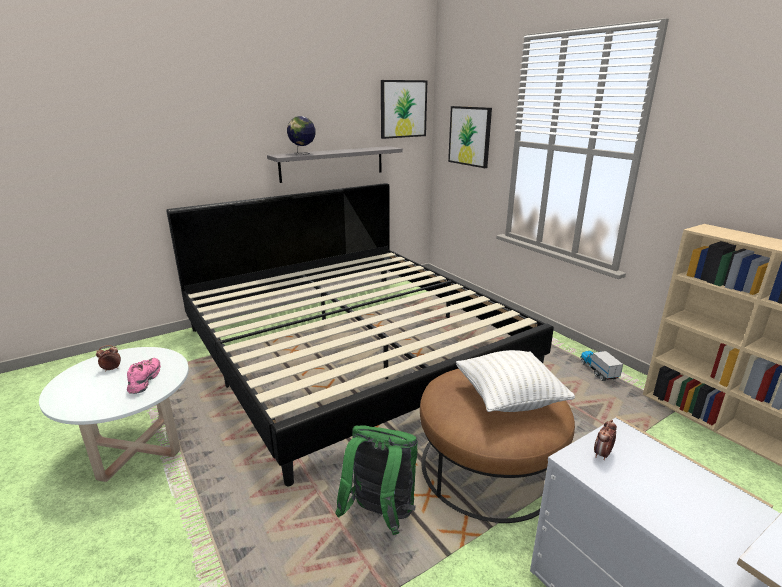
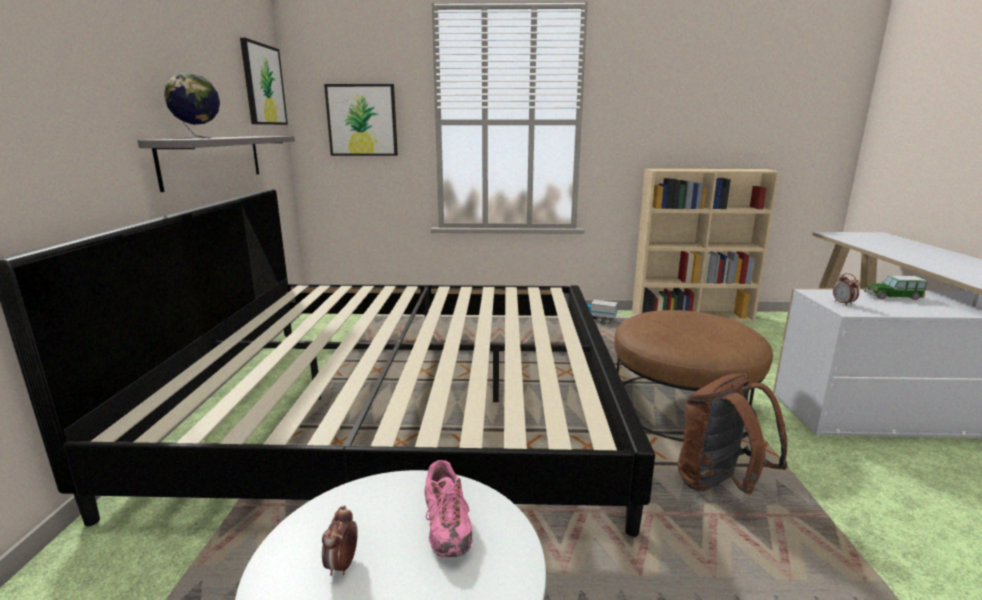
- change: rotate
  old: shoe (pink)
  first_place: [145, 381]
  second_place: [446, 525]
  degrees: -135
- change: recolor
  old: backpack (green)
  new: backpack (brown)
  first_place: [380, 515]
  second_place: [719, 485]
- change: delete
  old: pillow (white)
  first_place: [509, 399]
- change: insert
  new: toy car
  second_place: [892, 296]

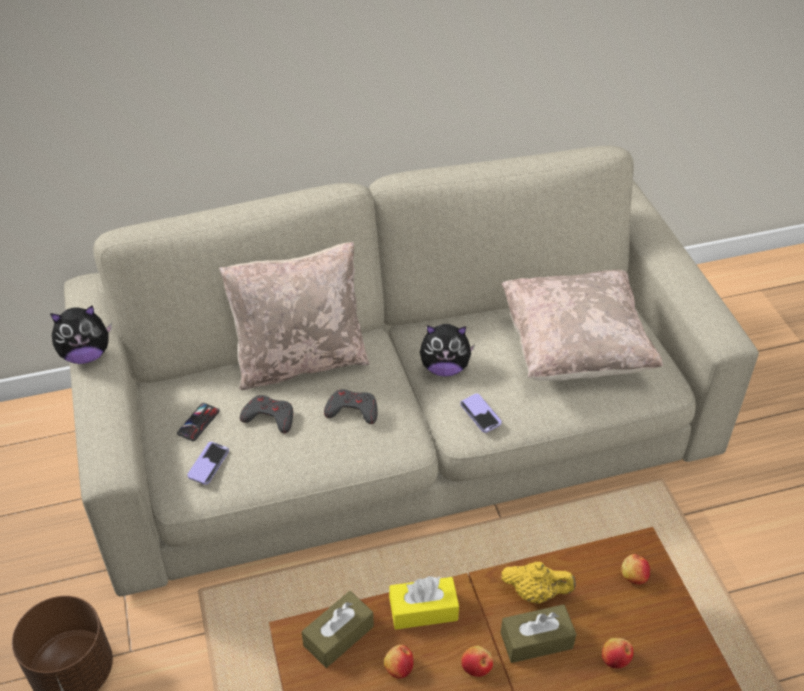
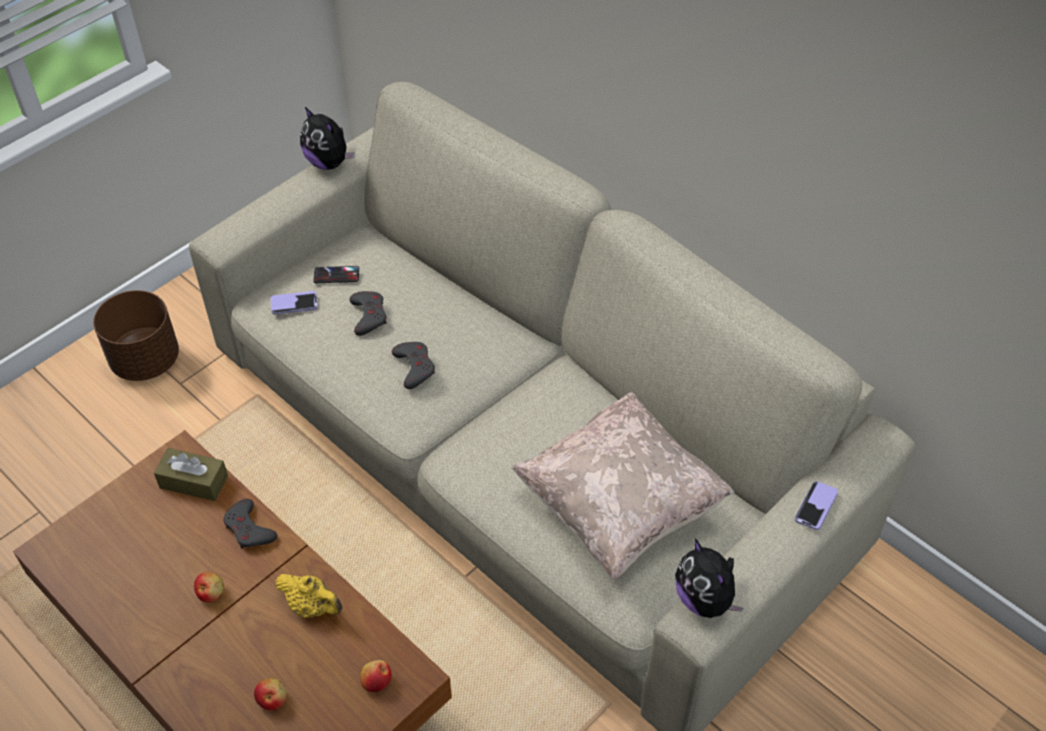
- change: delete
  old: pillow (beige)
  first_place: [300, 360]
- change: delete
  old: apple
  first_place: [398, 667]
- change: replace
  old: tissue box (yellow)
  new: game controller (grey)
  first_place: [423, 610]
  second_place: [249, 529]
- change: move
  old: plush toy
  first_place: [444, 368]
  second_place: [705, 599]
- change: move
  old: phone
  first_place: [480, 414]
  second_place: [816, 506]
- change: rotate
  old: teapot (yellow)
  first_place: [535, 593]
  second_place: [312, 606]
  degrees: -45
- change: delete
  old: tissue box (brown)
  first_place: [536, 640]

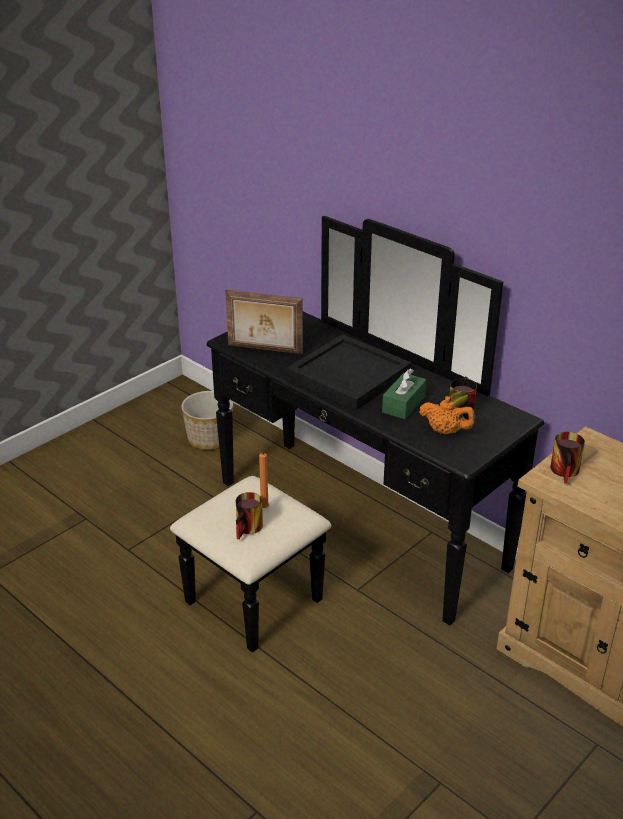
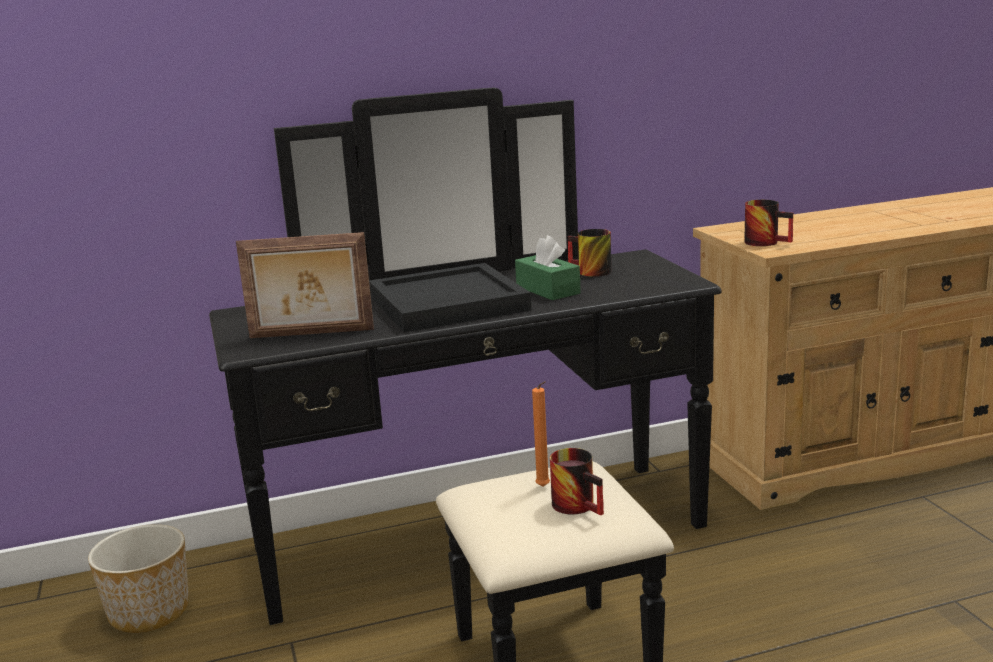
- change: rotate
  old: picture frame
  first_place: [264, 350]
  second_place: [311, 334]
  degrees: 45
- change: delete
  old: teapot (orange)
  first_place: [446, 431]

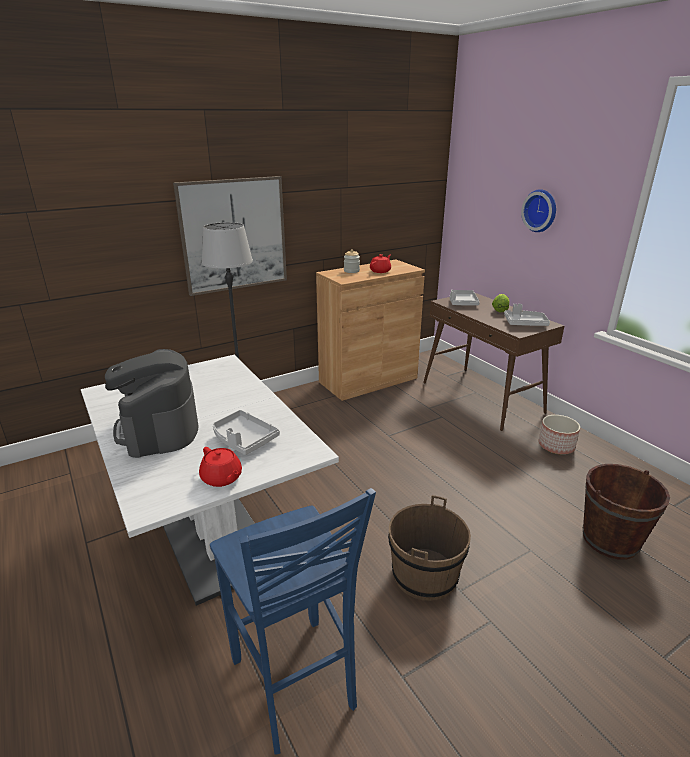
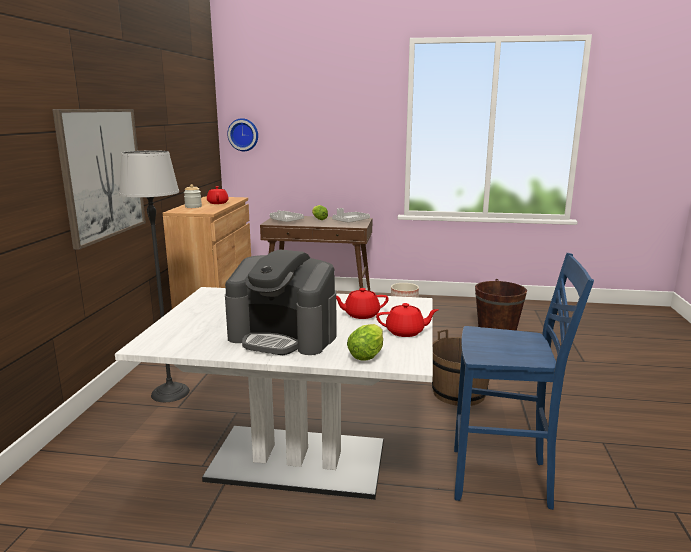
- change: replace
  old: tray (grey)
  new: teapot (red)
  first_place: [243, 439]
  second_place: [361, 315]
- change: move
  old: wall clock
  first_place: [541, 210]
  second_place: [243, 134]
- change: insert
  new: lettuce
  second_place: [368, 354]

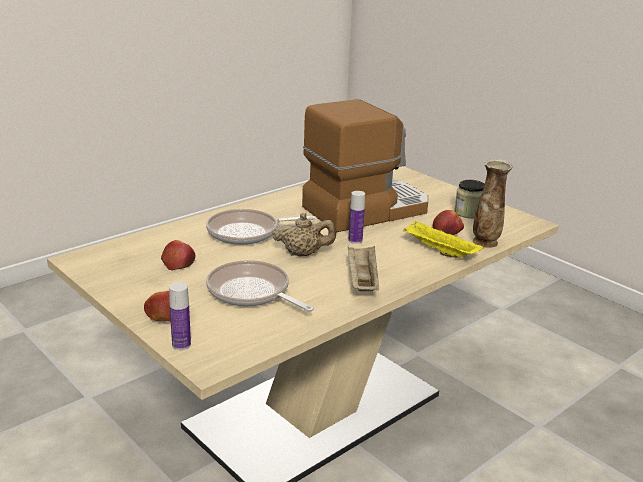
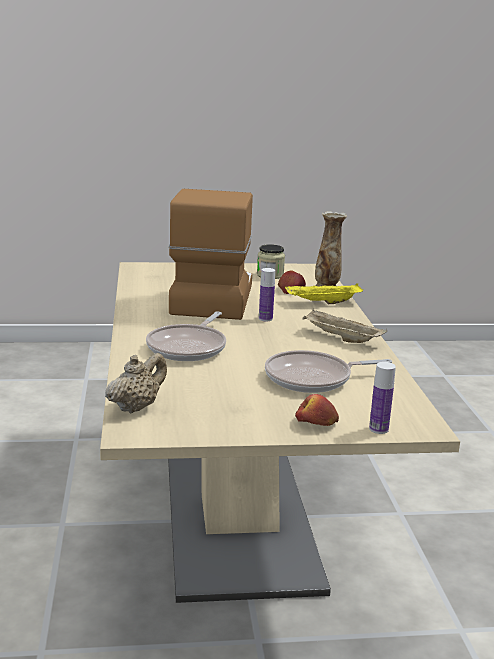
- change: delete
  old: apple
  first_place: [178, 262]
- change: move
  old: teapot (beige)
  first_place: [303, 254]
  second_place: [136, 407]

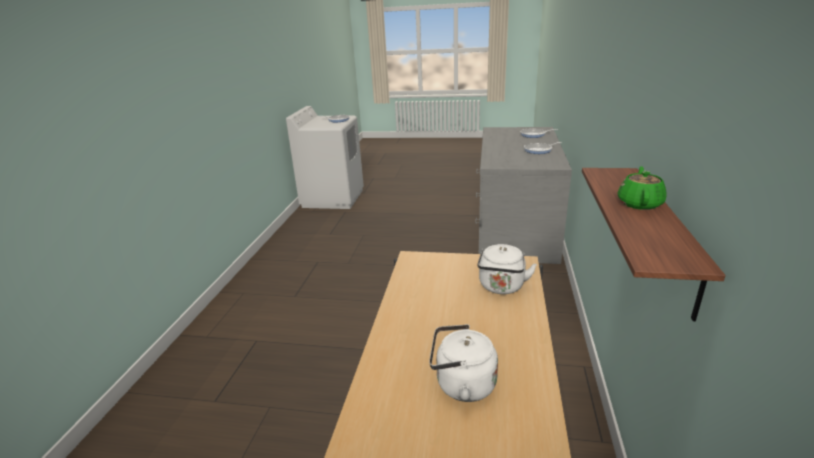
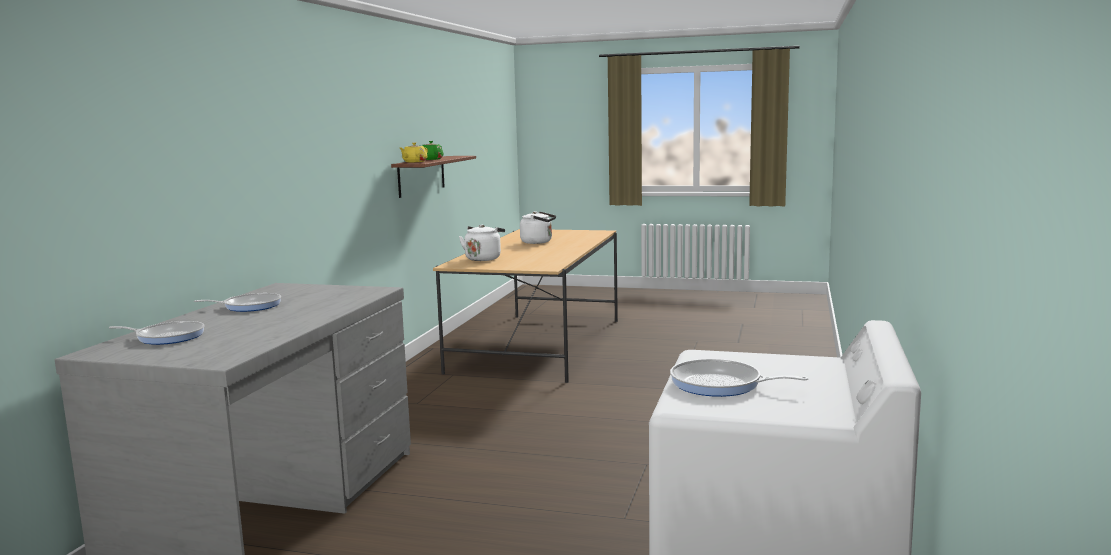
- change: insert
  new: teapot (yellow)
  second_place: [414, 162]

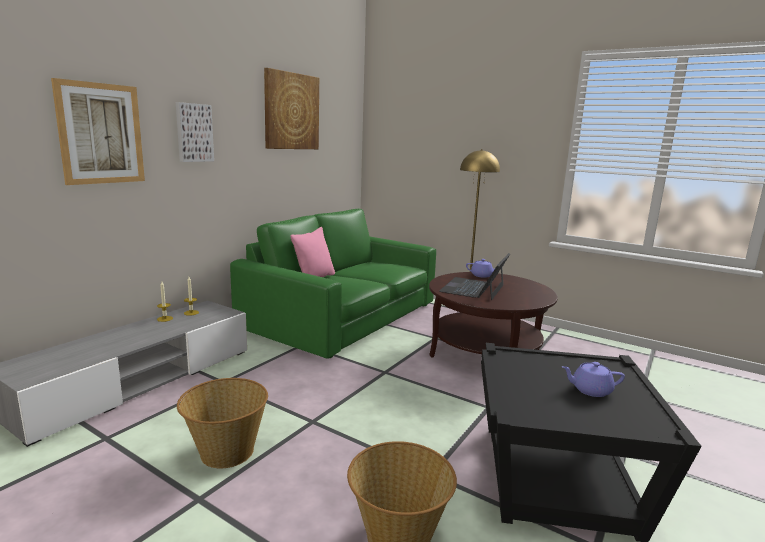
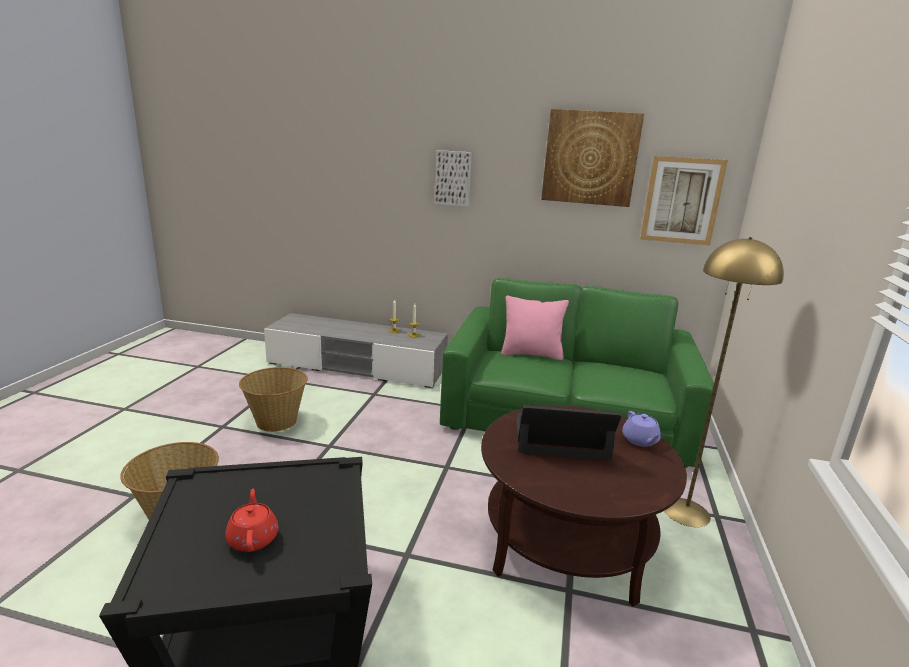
- change: move
  old: picture
  first_place: [101, 134]
  second_place: [681, 201]
- change: recolor
  old: teapot (purple)
  new: teapot (red)
  first_place: [590, 390]
  second_place: [253, 538]

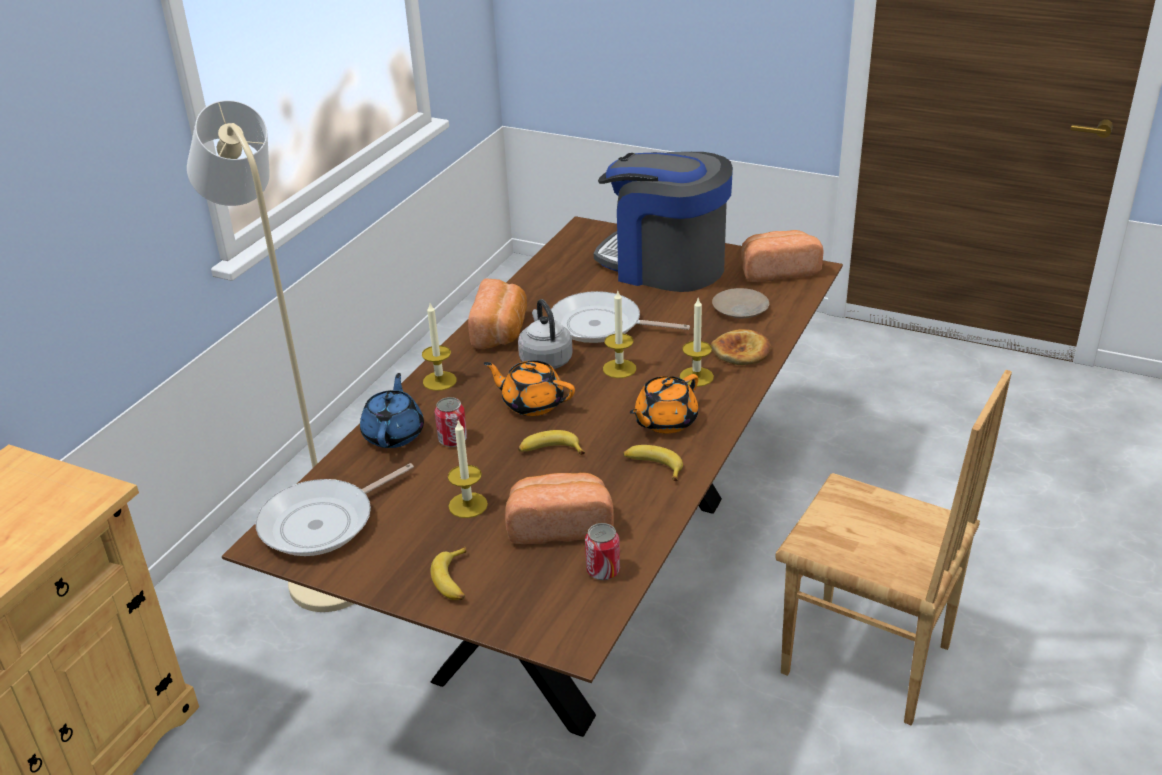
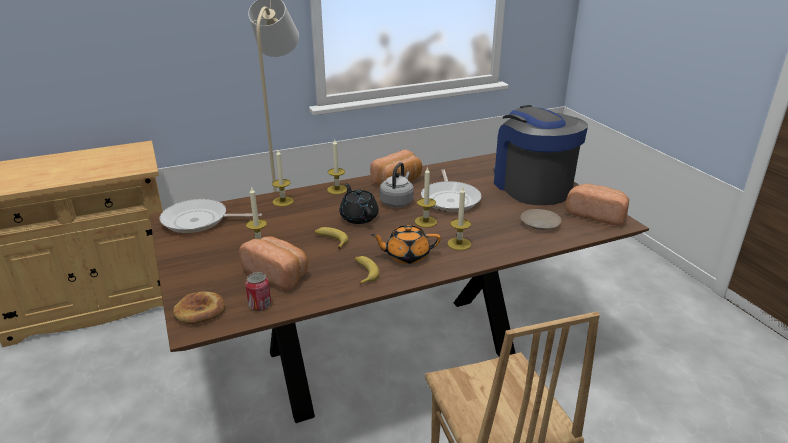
- change: replace
  old: teapot (blue)
  new: candle
  first_place: [394, 434]
  second_place: [283, 201]
- change: delete
  old: banana
  first_place: [454, 580]
- change: delete
  old: can
  first_place: [452, 439]
- change: recolor
  old: teapot (orange)
  new: teapot (black)
  first_place: [532, 403]
  second_place: [359, 217]
- change: rotate
  old: frying pan
  first_place: [601, 325]
  second_place: [450, 199]
  degrees: -150
- change: move
  old: bread
  first_place: [741, 352]
  second_place: [200, 311]

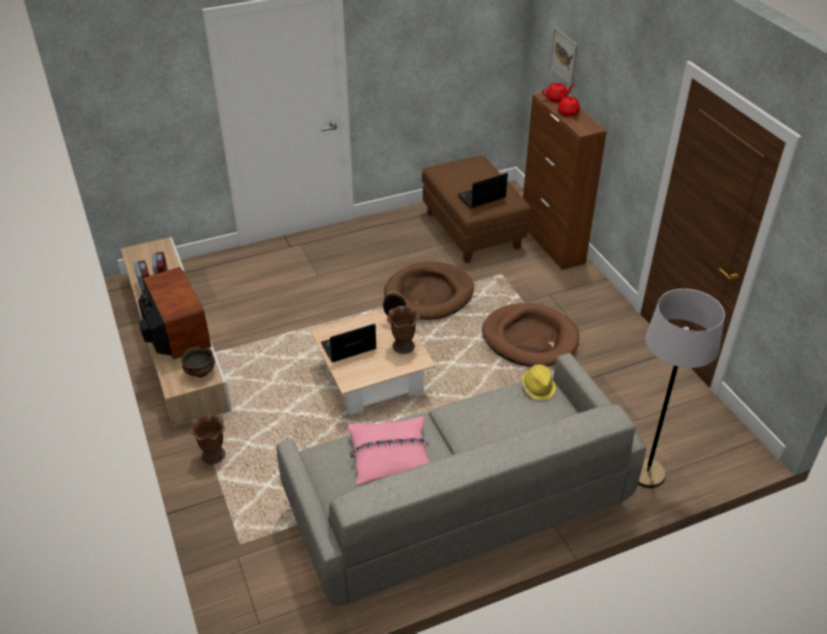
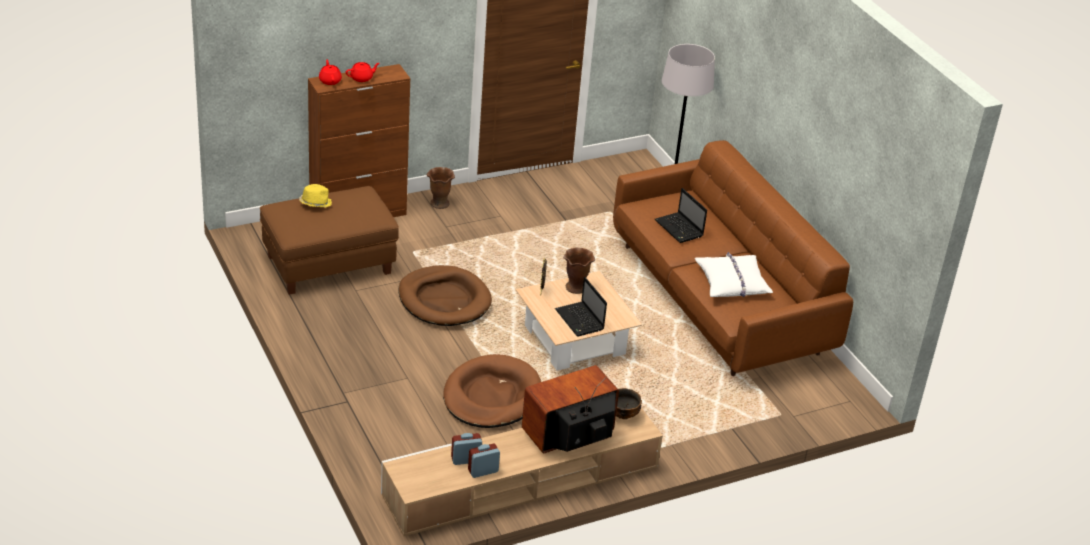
- change: move
  old: vase (brown)
  first_place: [214, 455]
  second_place: [439, 203]
- change: recolor
  old: sofa (grey)
  new: sofa (brown)
  first_place: [456, 505]
  second_place: [717, 299]
- change: recolor
  old: pillow (pink)
  new: pillow (white)
  first_place: [390, 456]
  second_place: [732, 283]
- change: move
  old: laptop
  first_place: [481, 197]
  second_place: [679, 229]
- change: move
  old: dog bed (brown)
  first_place: [530, 338]
  second_place: [491, 396]
- change: move
  old: hat (yellow)
  first_place: [538, 387]
  second_place: [315, 203]
- change: delete
  old: picture
  first_place: [564, 56]

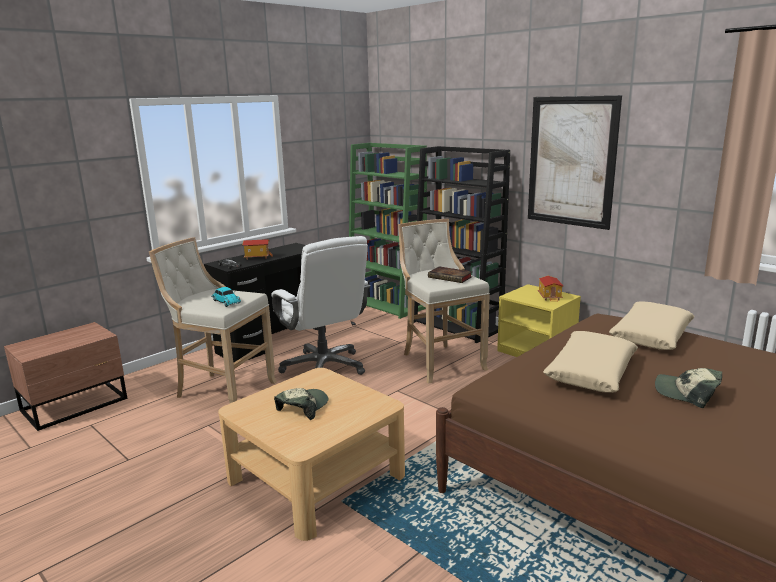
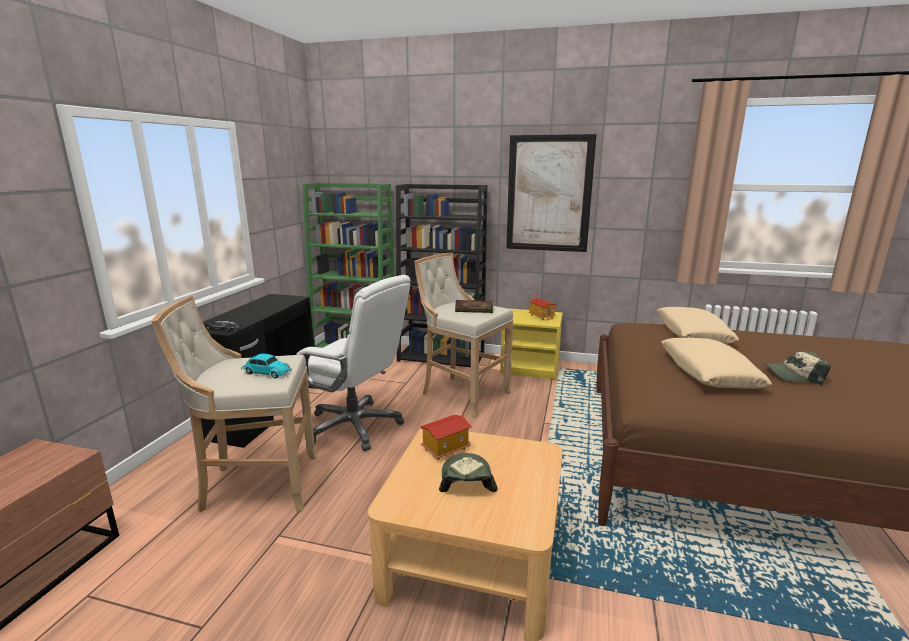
- change: move
  old: toy house
  first_place: [257, 257]
  second_place: [445, 448]

